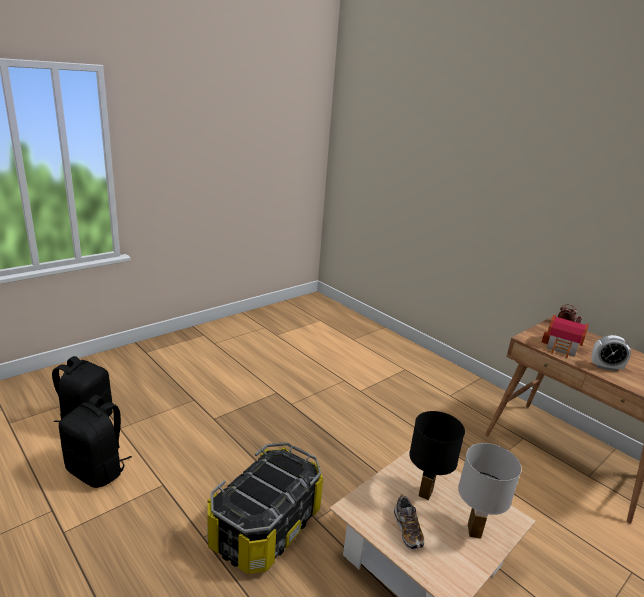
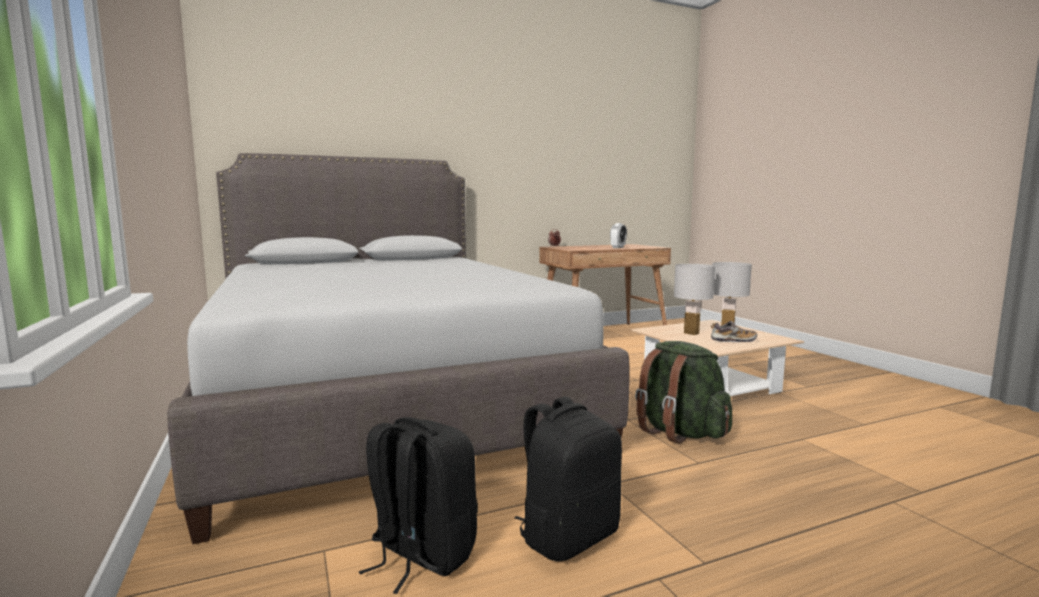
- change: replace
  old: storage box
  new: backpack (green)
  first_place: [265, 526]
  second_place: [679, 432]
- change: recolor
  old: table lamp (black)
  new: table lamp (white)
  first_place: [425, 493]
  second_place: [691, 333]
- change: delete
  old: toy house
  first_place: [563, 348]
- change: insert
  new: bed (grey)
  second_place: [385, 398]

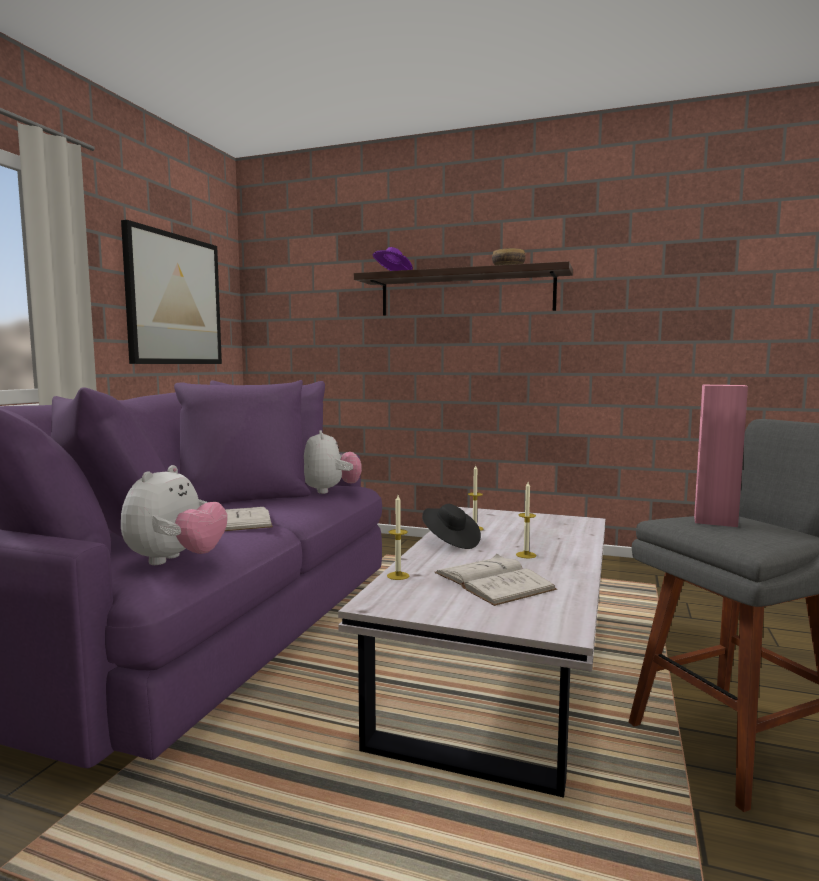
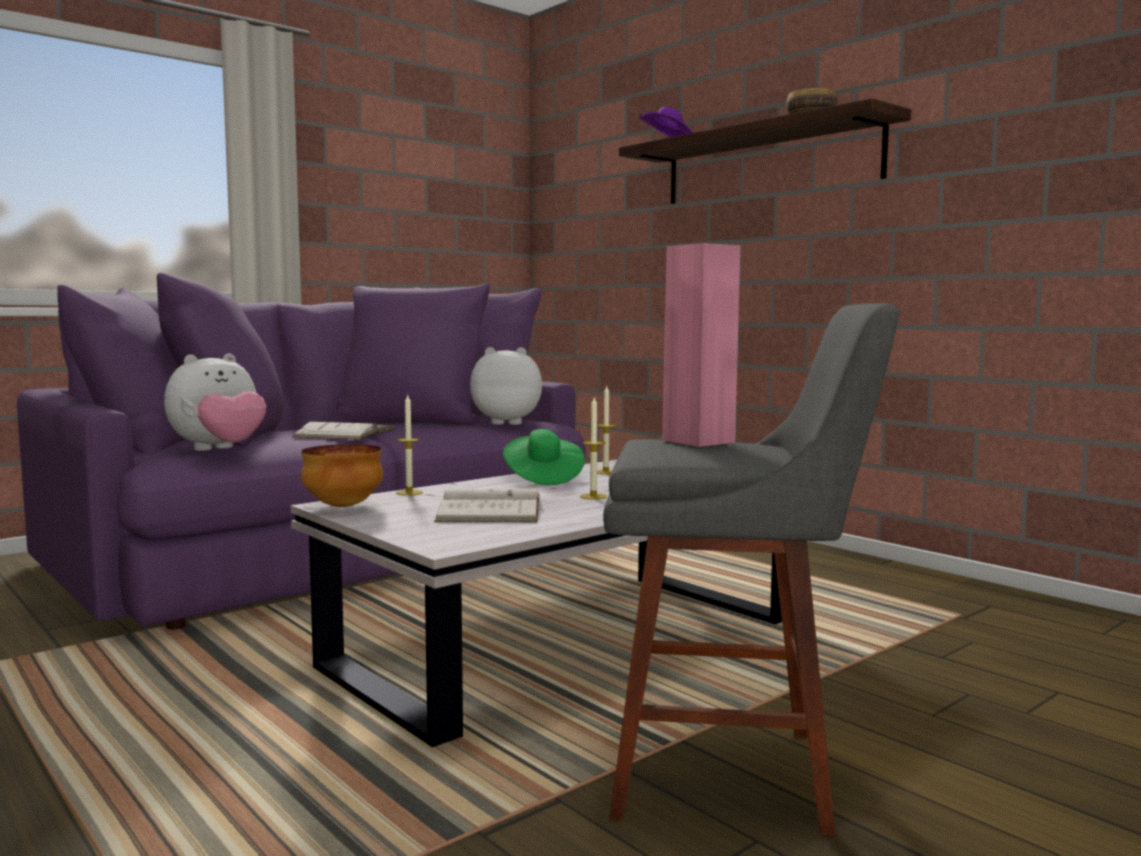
- change: delete
  old: picture
  first_place: [174, 300]
- change: rotate
  old: plush toy
  first_place: [331, 491]
  second_place: [507, 422]
  degrees: -105
- change: recolor
  old: hat (black)
  new: hat (green)
  first_place: [450, 542]
  second_place: [542, 478]
- change: insert
  new: bowl
  second_place: [342, 506]

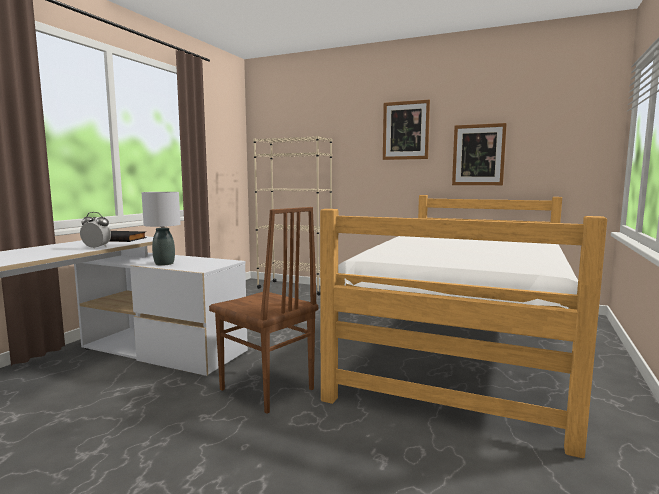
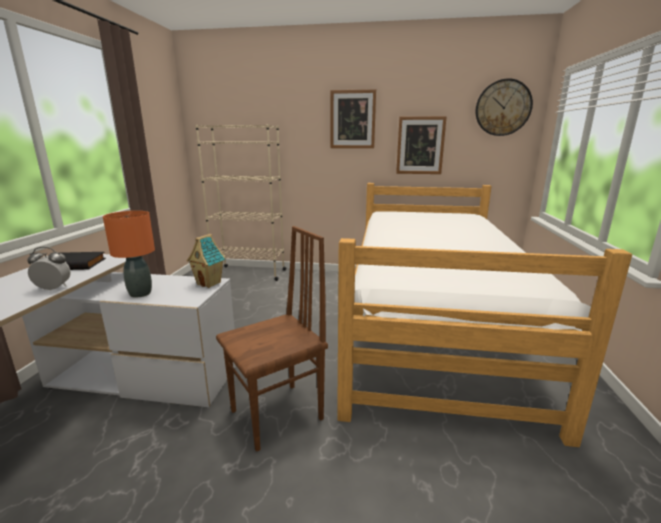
- change: recolor
  old: table lamp (grey)
  new: table lamp (orange)
  first_place: [164, 263]
  second_place: [141, 293]
- change: rotate
  old: chair (brown)
  first_place: [266, 390]
  second_place: [278, 415]
  degrees: -60
- change: insert
  new: toy house
  second_place: [209, 283]
- change: insert
  new: wall clock
  second_place: [503, 108]

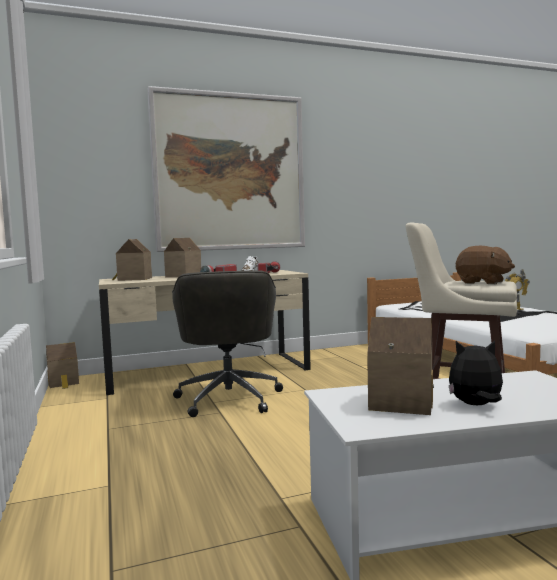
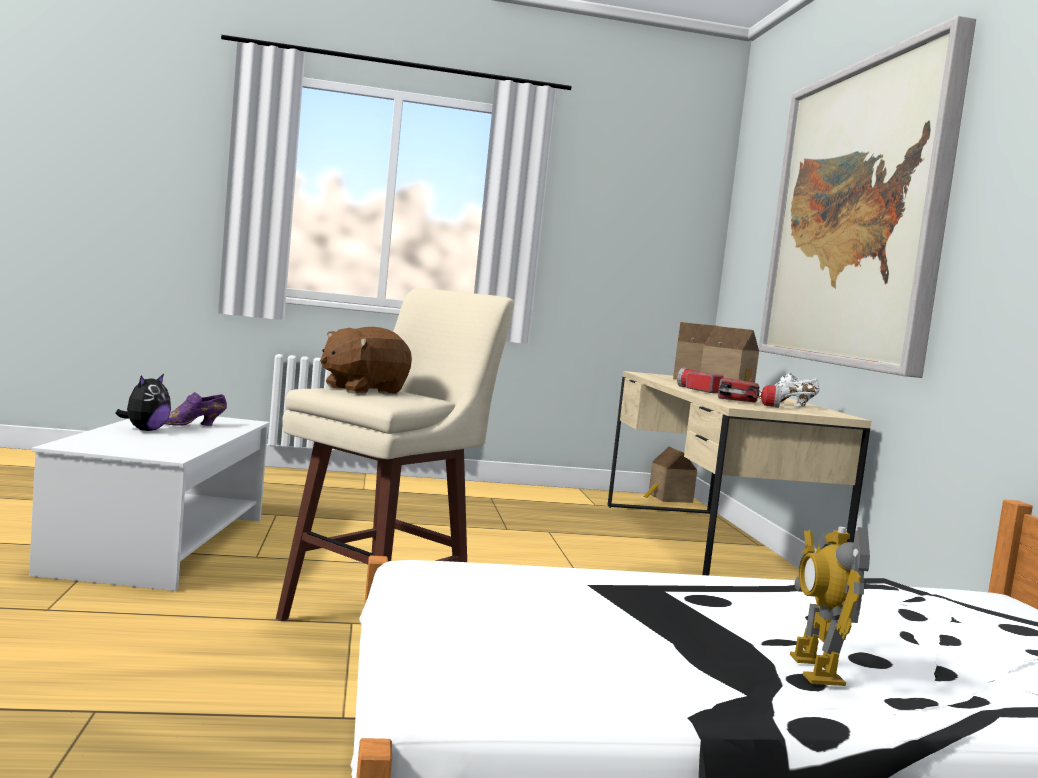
- change: delete
  old: office chair (grey)
  first_place: [229, 397]
- change: replace
  old: toy house
  new: shoe (purple)
  first_place: [400, 401]
  second_place: [193, 425]

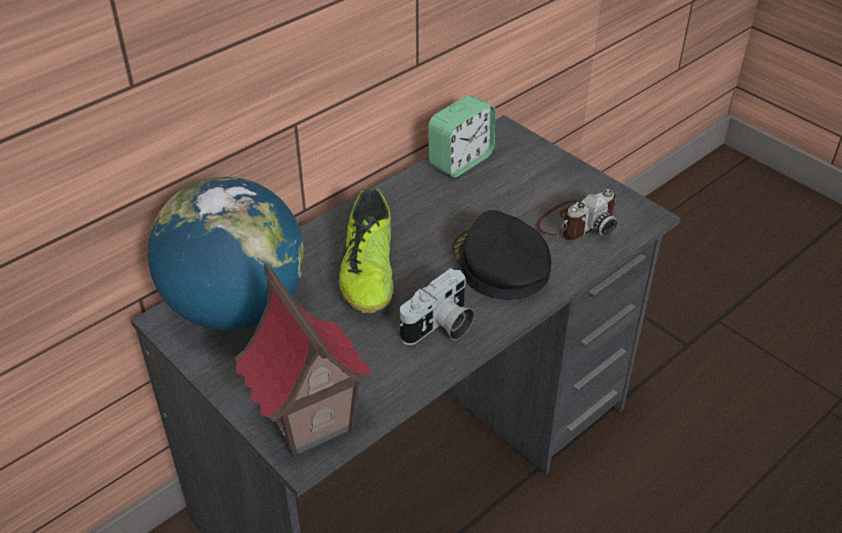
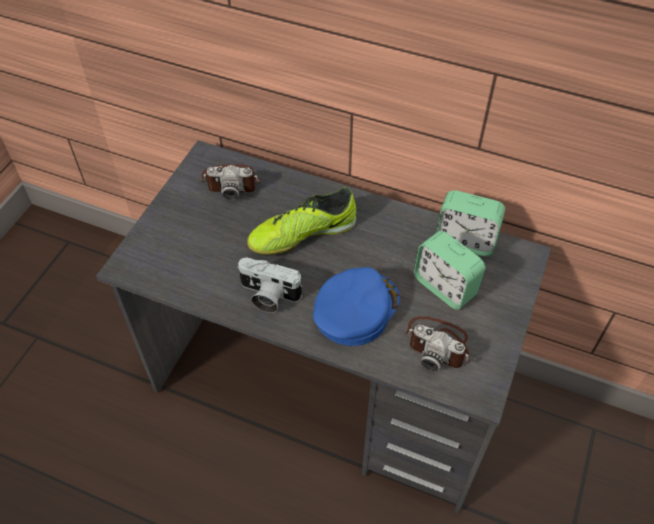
- change: replace
  old: globe
  new: photo camera
  first_place: [236, 307]
  second_place: [231, 182]
- change: delete
  old: toy house
  first_place: [308, 422]
- change: recolor
  old: cap (black)
  new: cap (blue)
  first_place: [500, 264]
  second_place: [355, 309]
- change: insert
  new: alarm clock
  second_place: [445, 286]

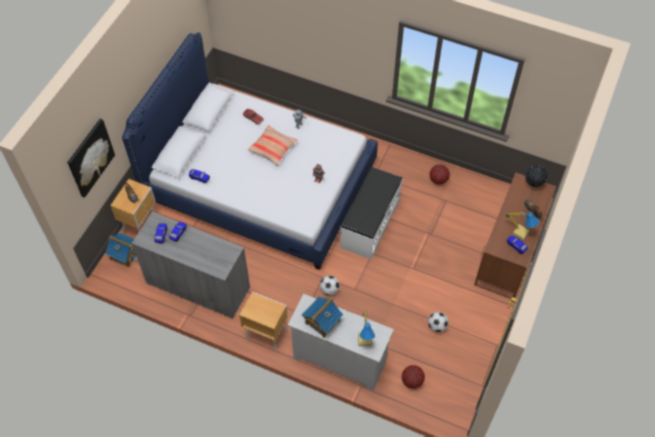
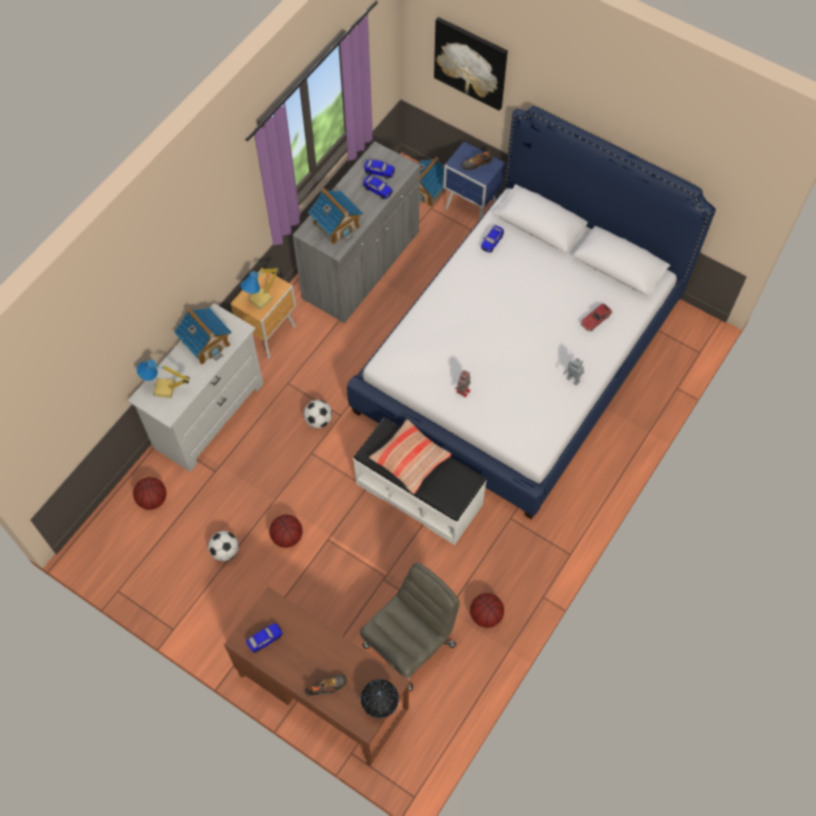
- change: recolor
  old: nightstand (brown)
  new: nightstand (blue)
  first_place: [141, 224]
  second_place: [471, 209]
- change: move
  old: pillow
  first_place: [273, 148]
  second_place: [410, 460]
- change: move
  old: table lamp
  first_place: [520, 232]
  second_place: [261, 300]
- change: insert
  new: basketball
  second_place: [287, 537]
- change: insert
  new: toy house
  second_place: [336, 225]
- change: insert
  new: office chair (grey)
  second_place: [409, 644]

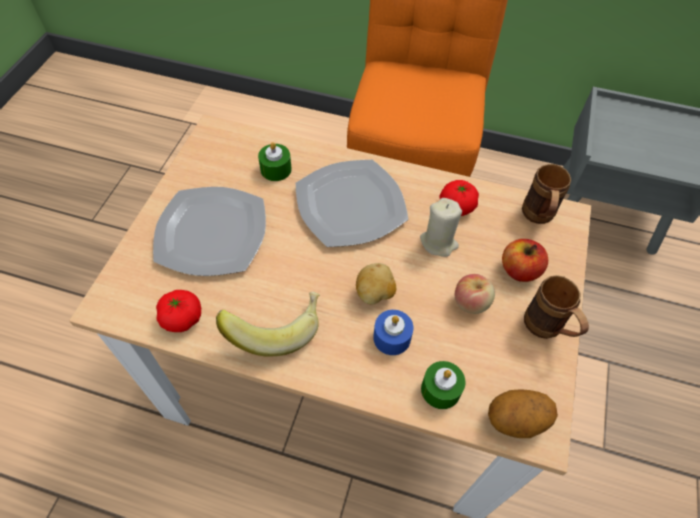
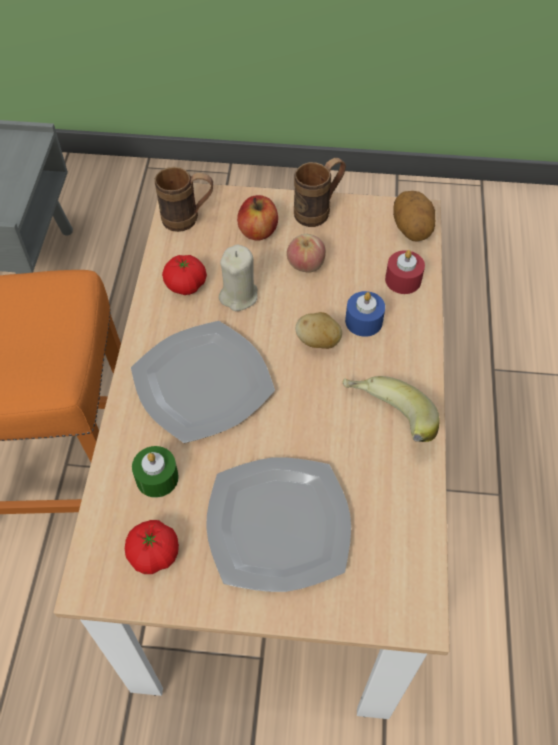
- change: move
  old: tomato
  first_place: [182, 318]
  second_place: [154, 554]
- change: recolor
  old: candle (green)
  new: candle (red)
  first_place: [440, 390]
  second_place: [403, 280]

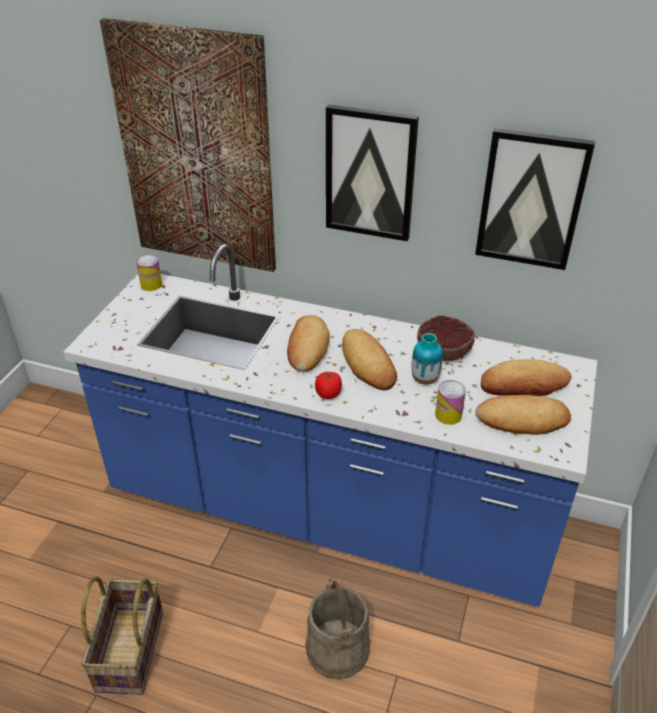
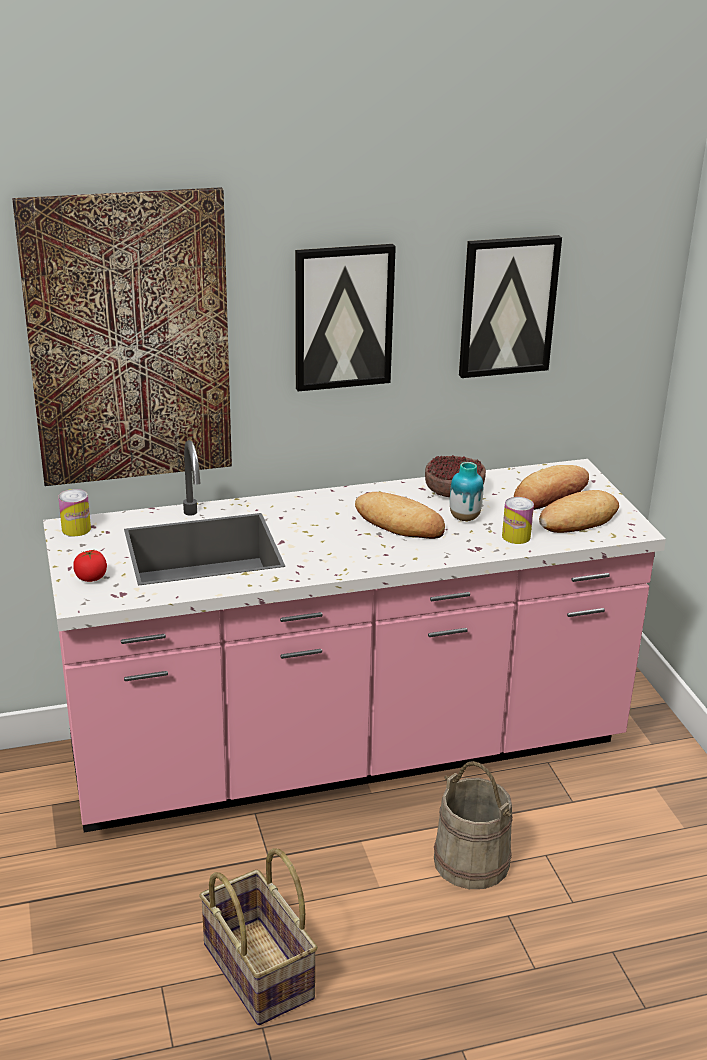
- change: recolor
  old: counter (blue)
  new: counter (pink)
  first_place: [328, 513]
  second_place: [348, 754]
- change: delete
  old: bread
  first_place: [307, 348]
- change: move
  old: tomato
  first_place: [328, 394]
  second_place: [91, 577]

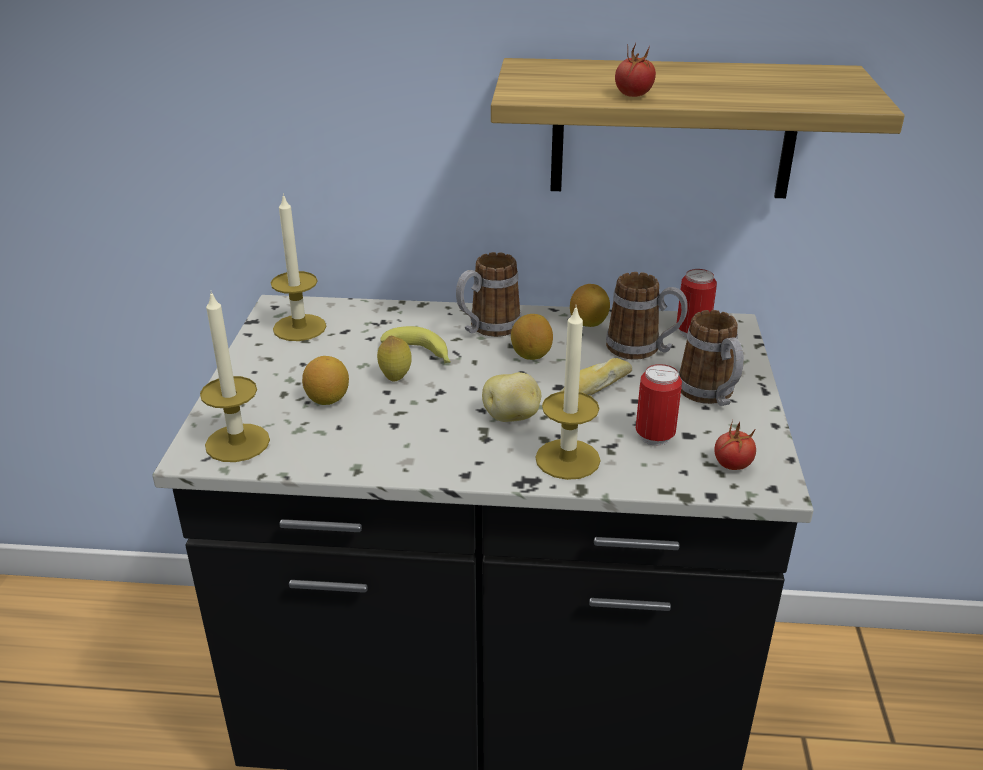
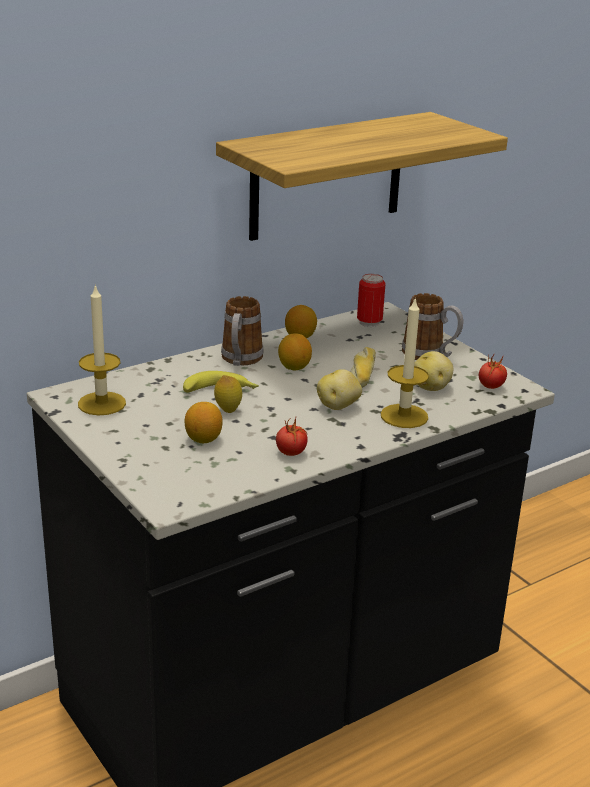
- change: delete
  old: candle
  first_place: [237, 443]
- change: delete
  old: mug
  first_place: [643, 349]
- change: move
  old: tomato
  first_place: [633, 95]
  second_place: [291, 453]
- change: replace
  old: can
  new: potato
  first_place: [654, 436]
  second_place: [432, 387]

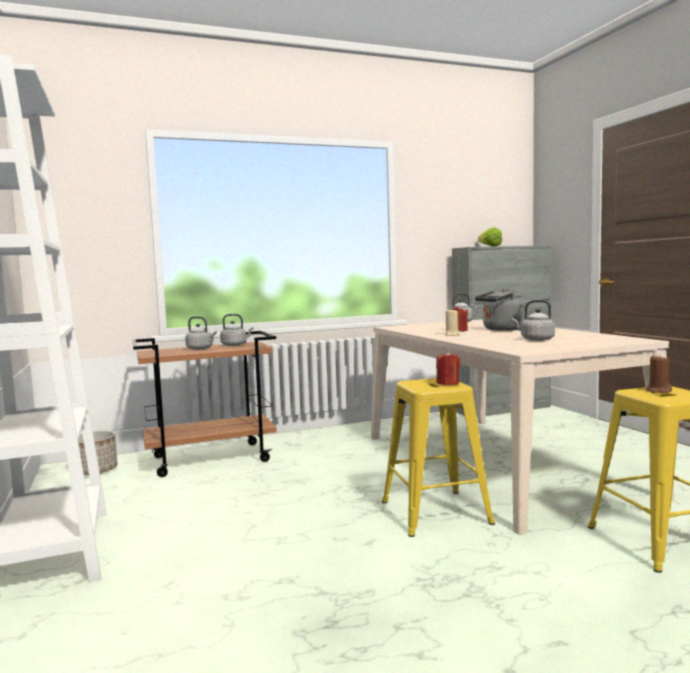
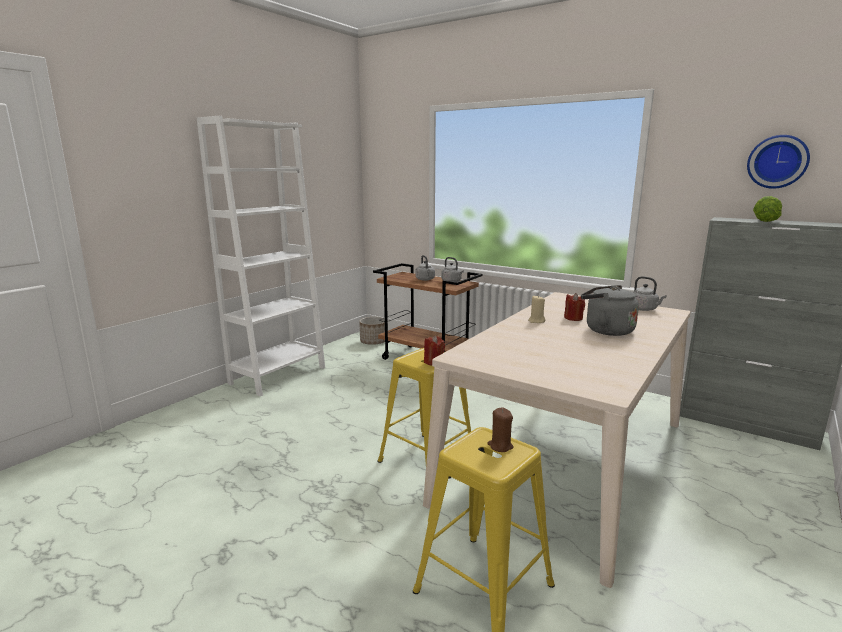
- change: delete
  old: kettle (grey)
  first_place: [535, 339]
- change: insert
  new: wall clock
  second_place: [777, 162]

